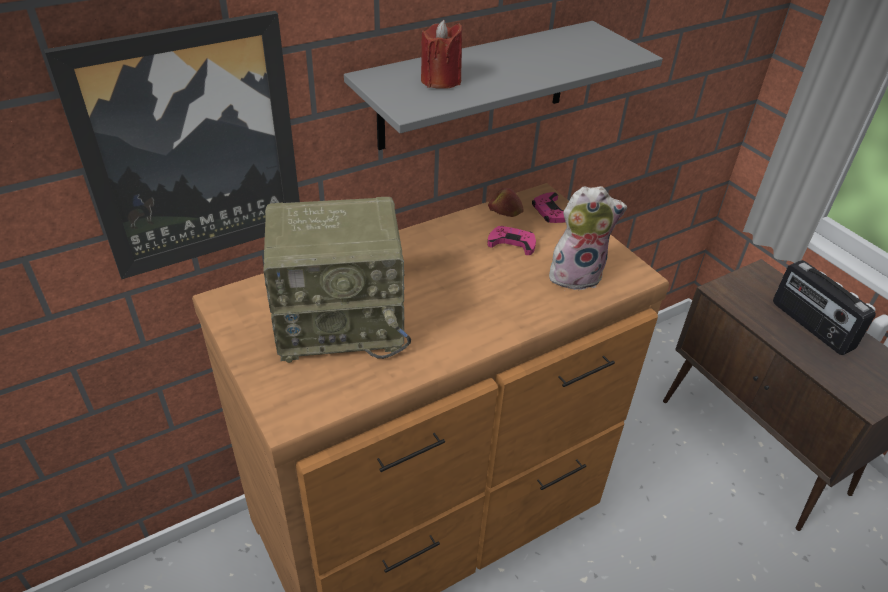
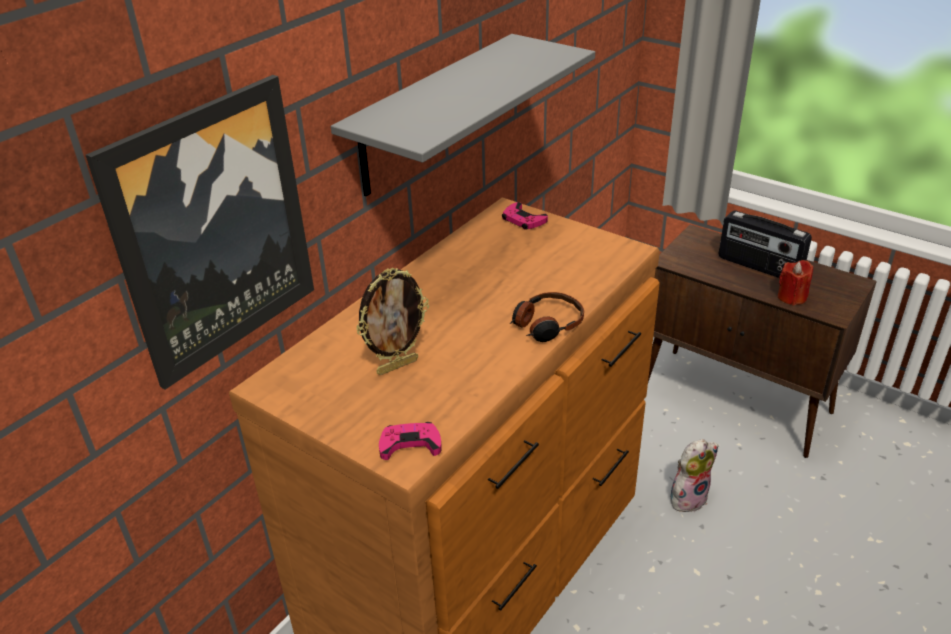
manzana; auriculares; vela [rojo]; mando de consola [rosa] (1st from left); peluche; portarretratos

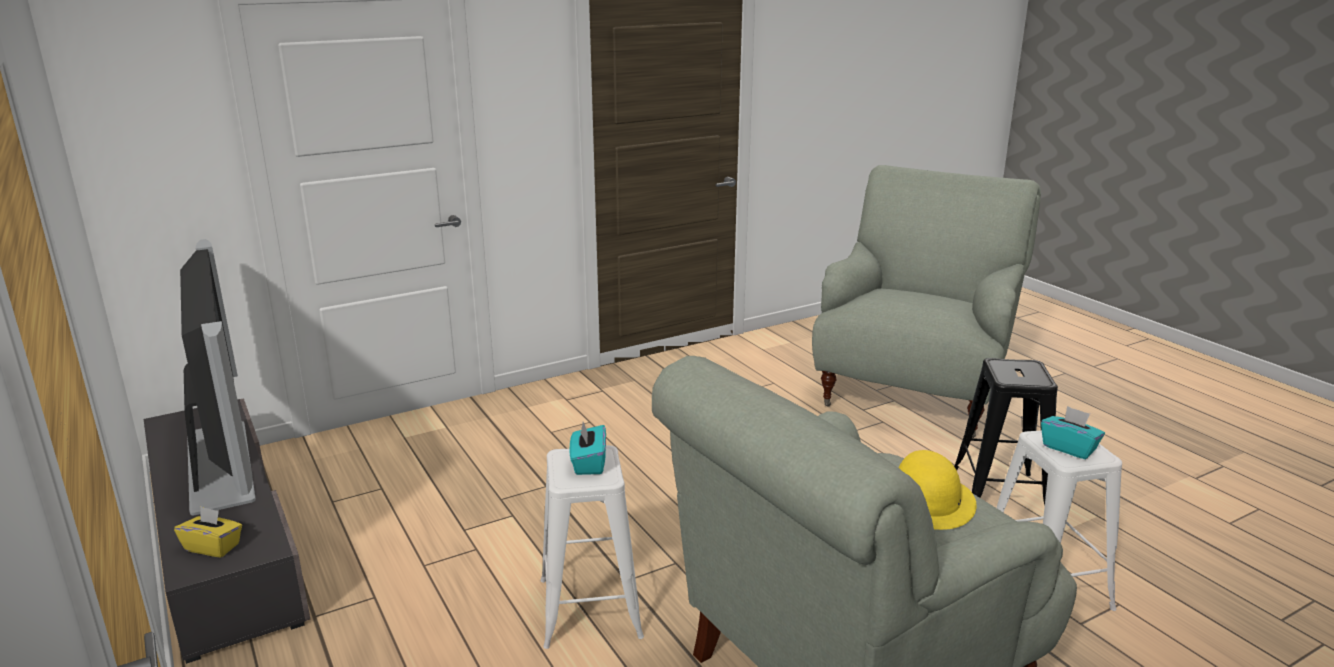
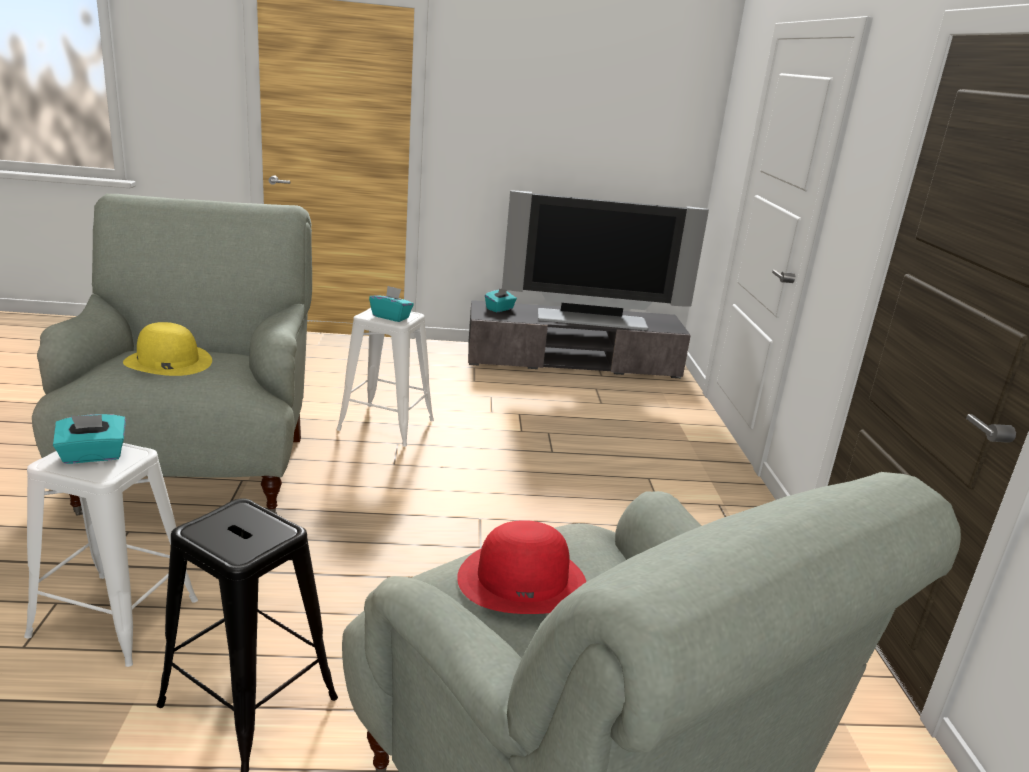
sombrero [rojo]; caja de pañuelos [turquesa] (3rd from left)

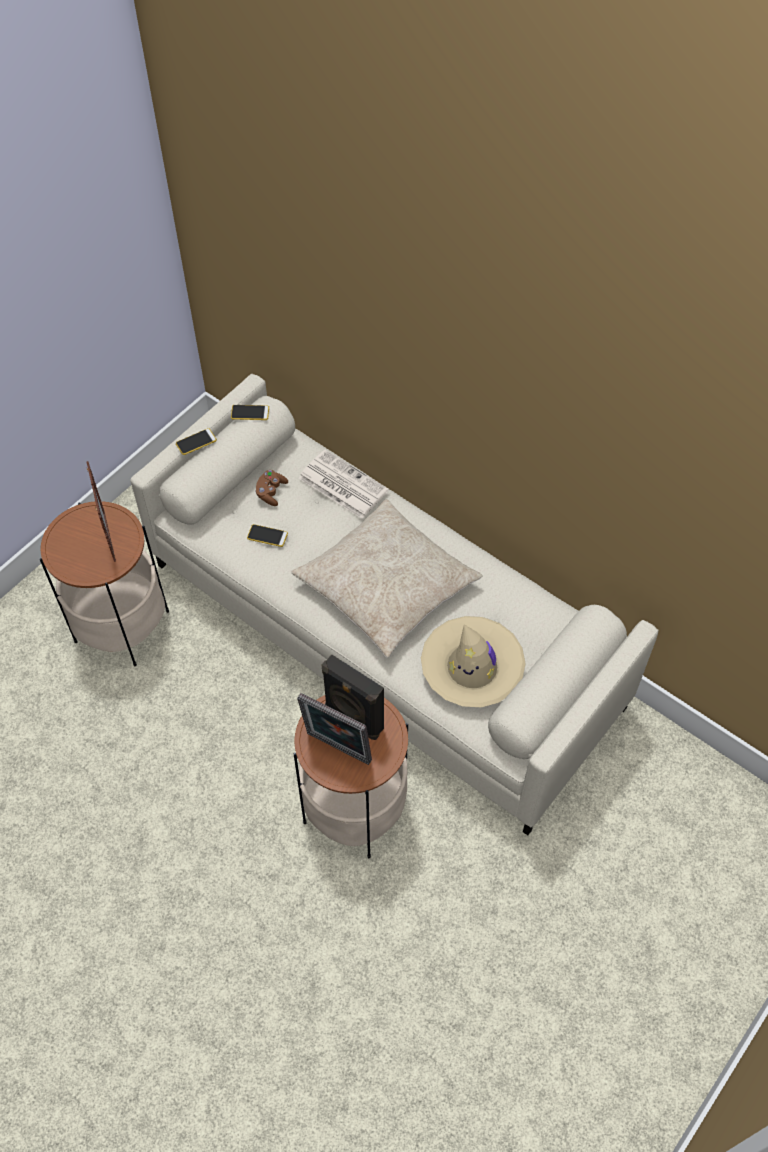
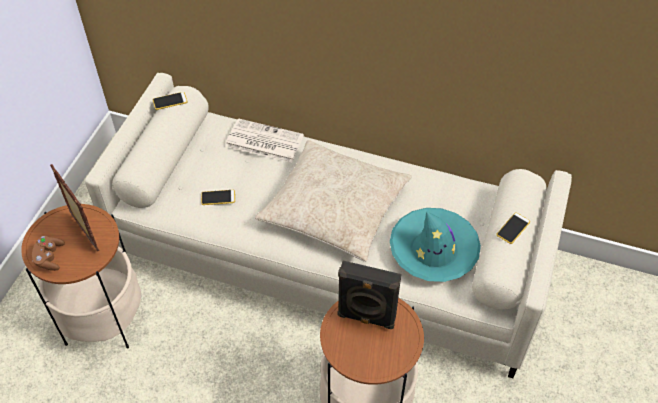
portarretratos (2nd from left in the first image); móvil (3rd from left); mando de consola [marrón]; sombrero [turquesa]

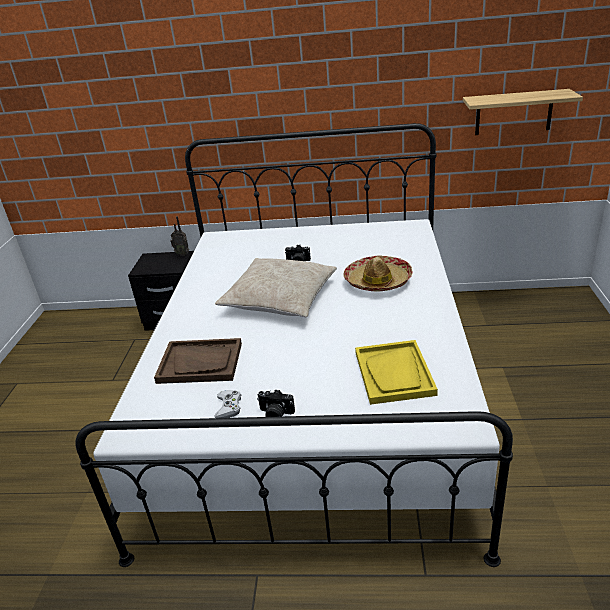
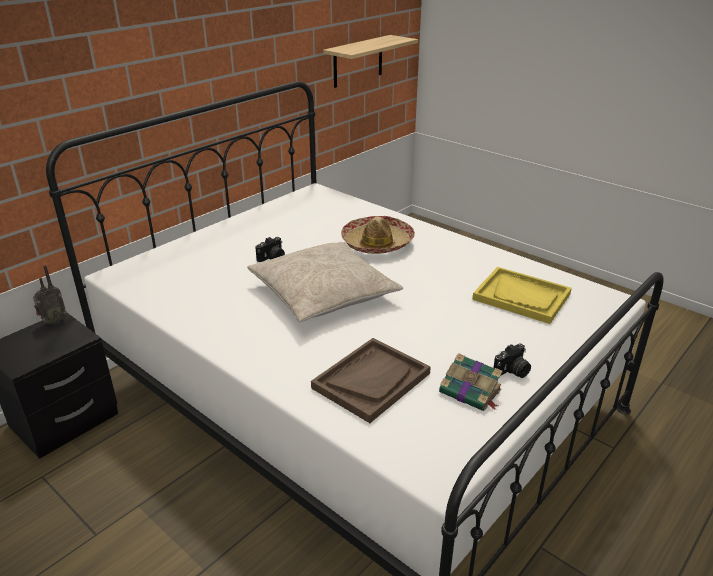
libro

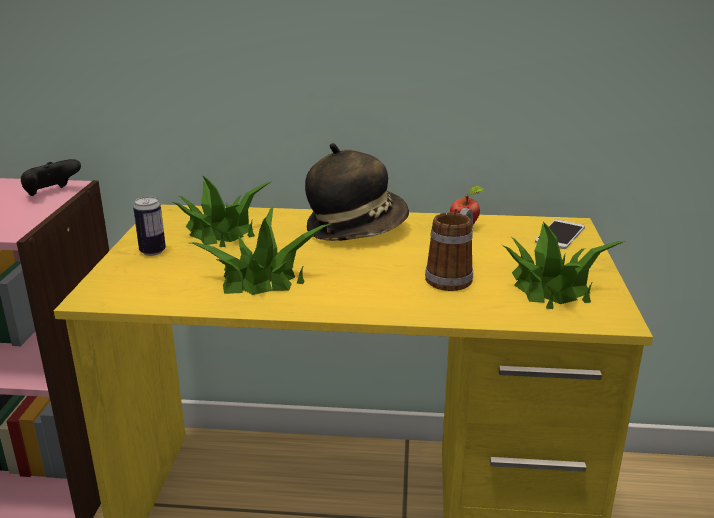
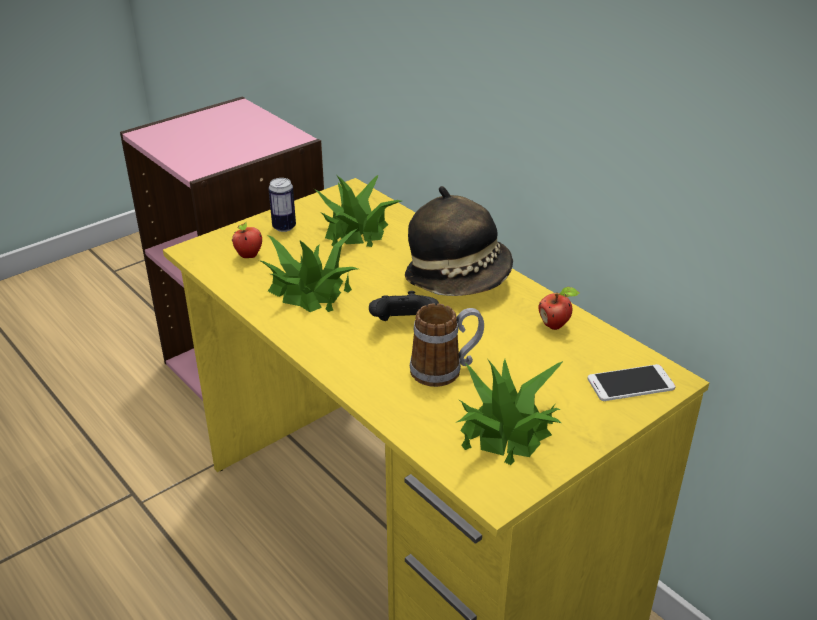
manzana (1st from left); mando de consola [negro]

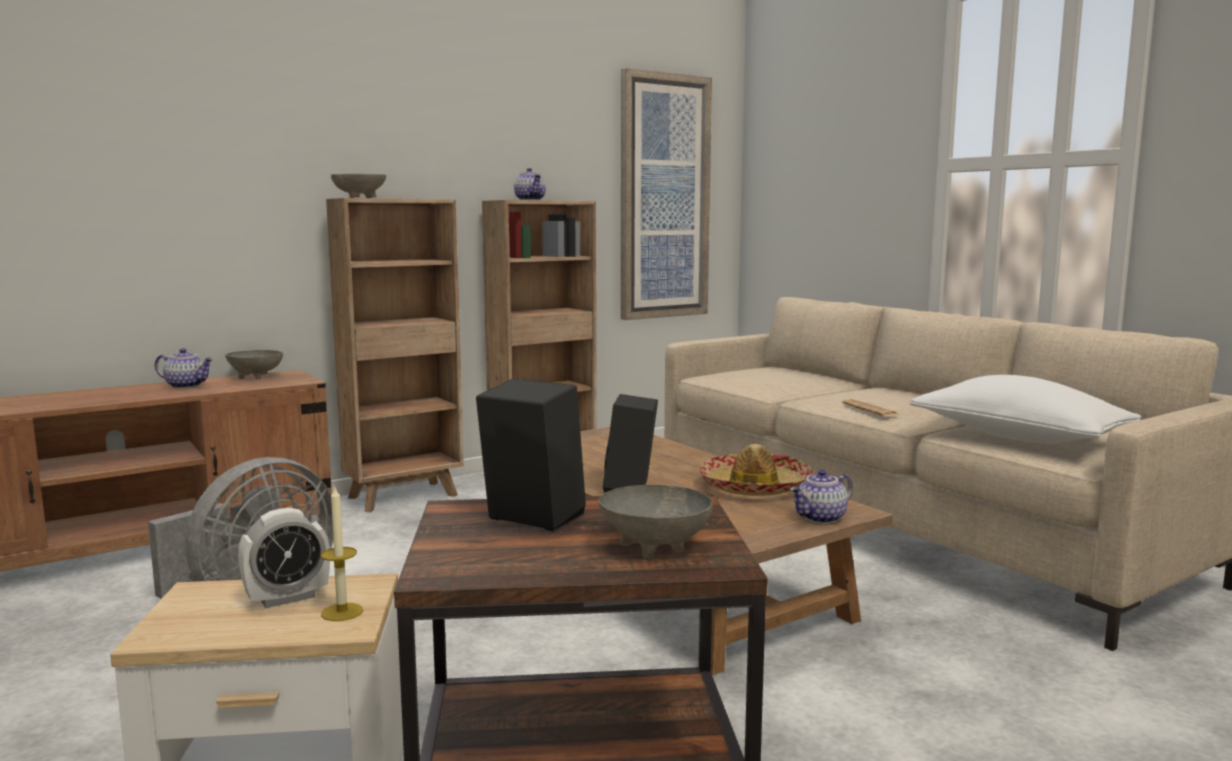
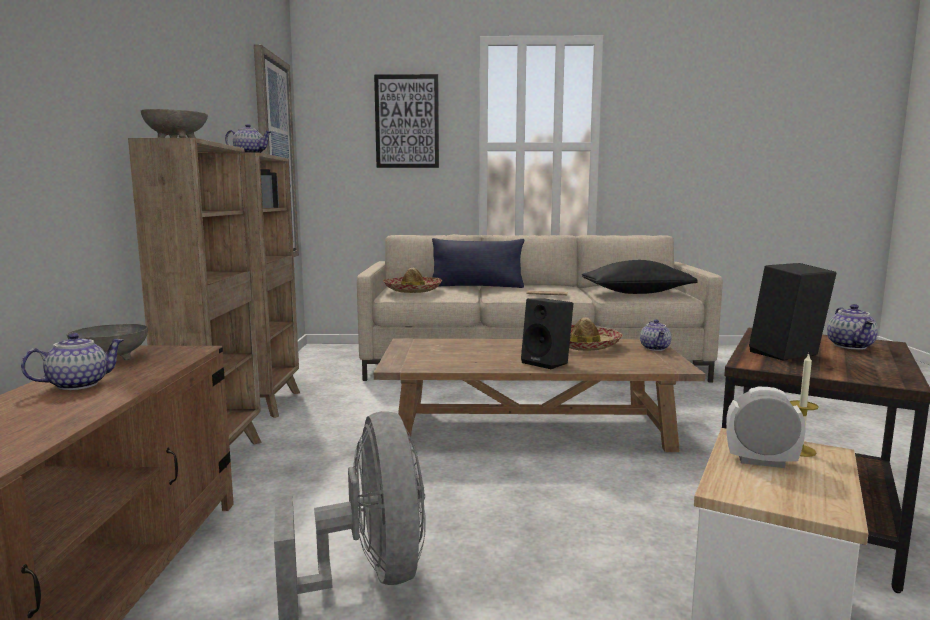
cuadro (2nd from left); sombrero (1st from left); cojín [azul]; tetera (4th from left); cojín [negro]; despertador

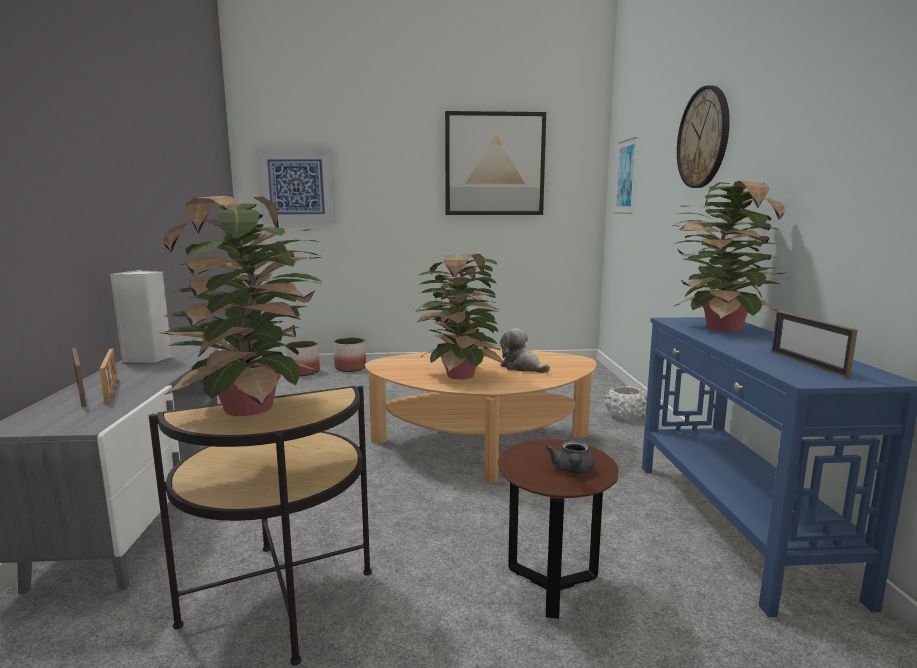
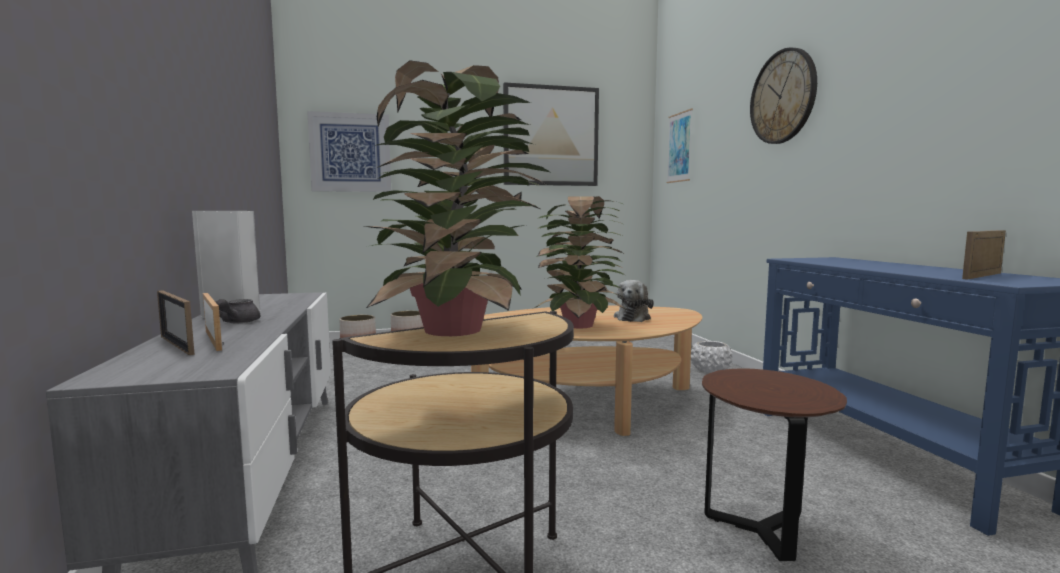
planta en maceta (3rd from left in the first image); tetera [gris]; peluche; portarretratos (3rd from left)

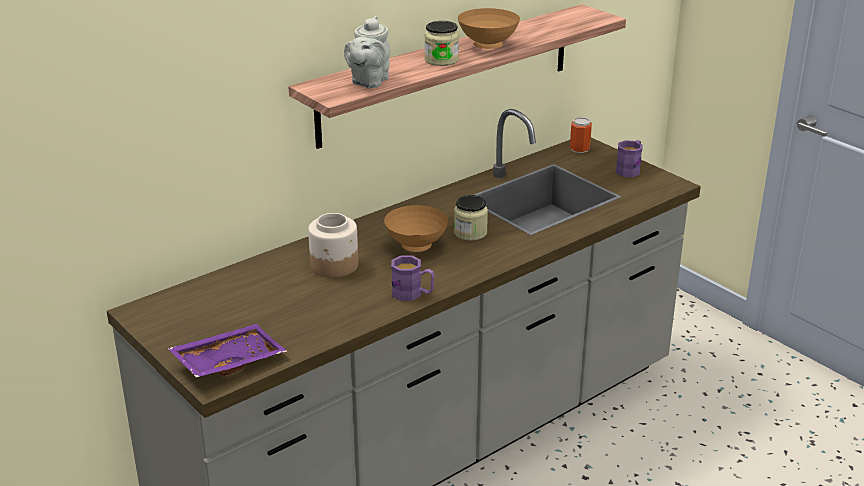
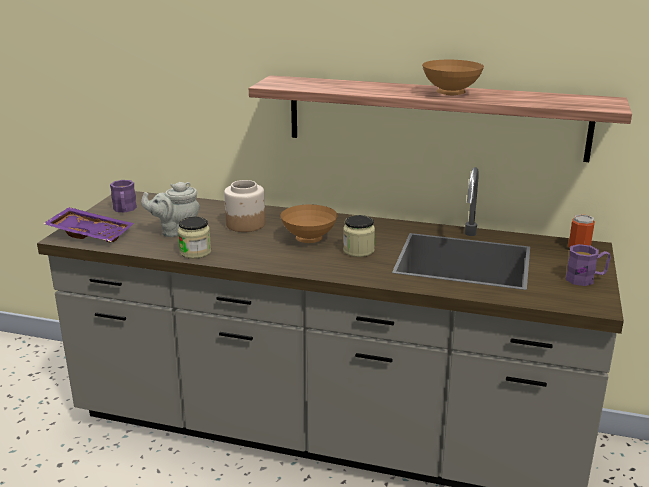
tetera [gris]; taza grande [morado] (1st from left); tarro (1st from left)

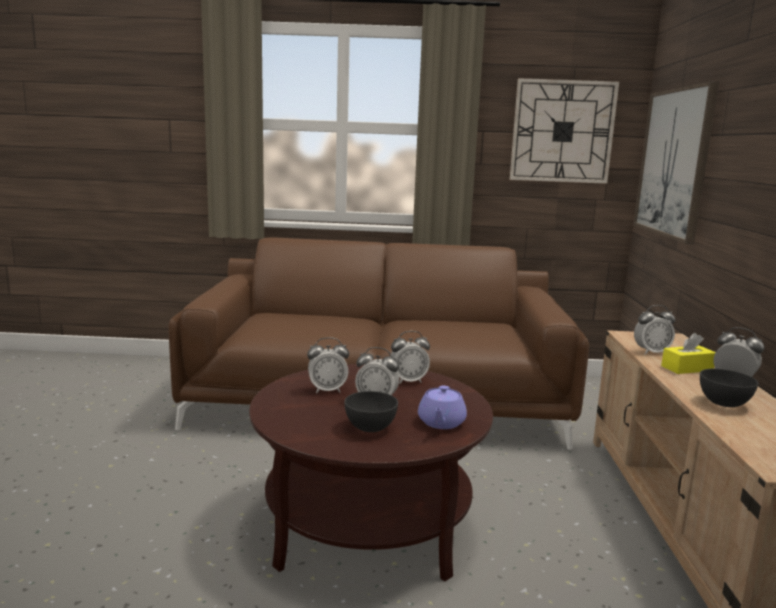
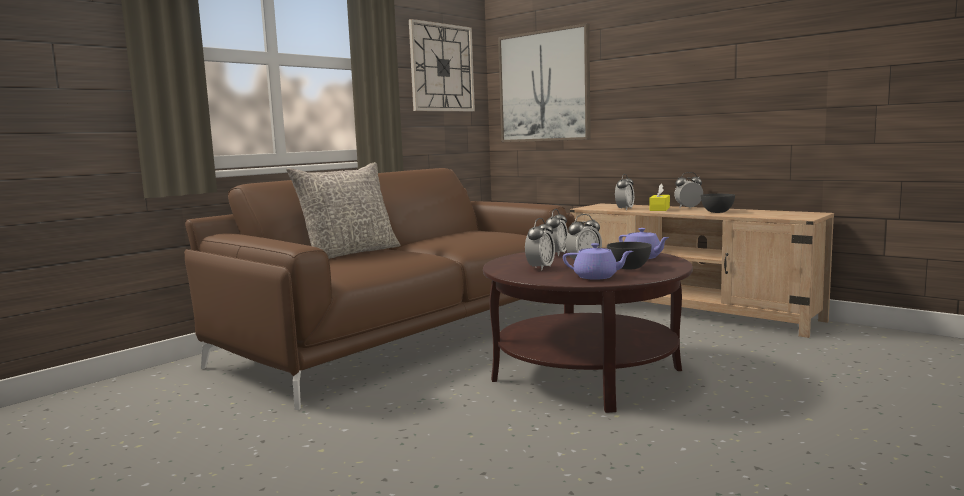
cojín [gris]; tetera [morado] (1st from left)

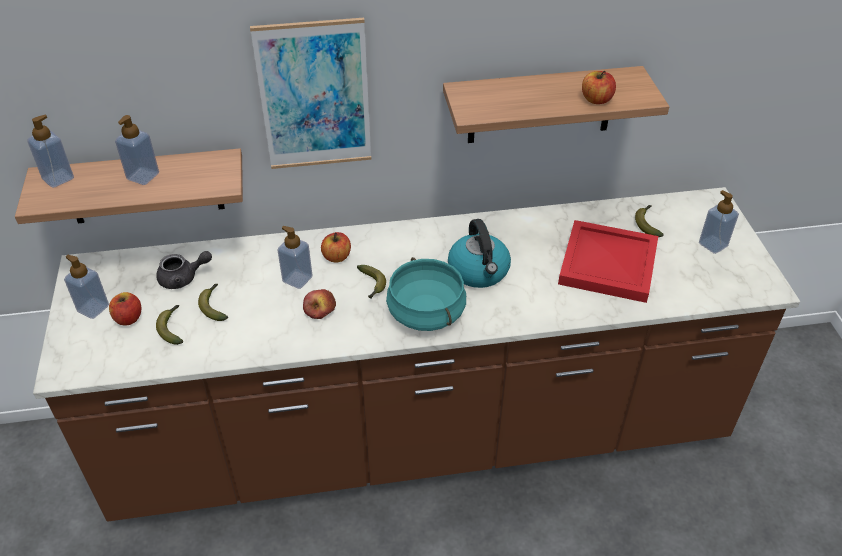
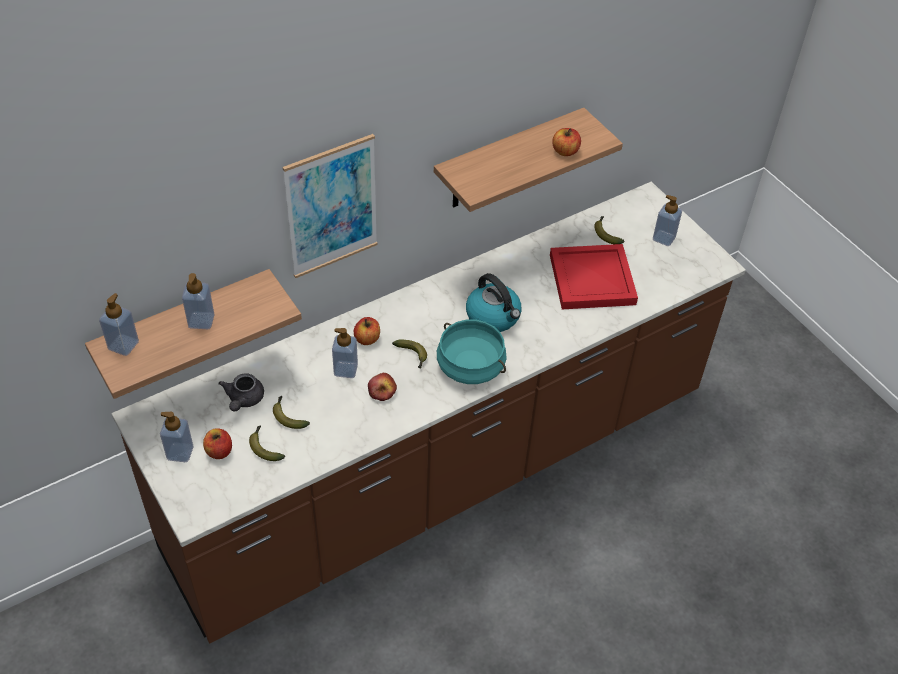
tetera [gris]

